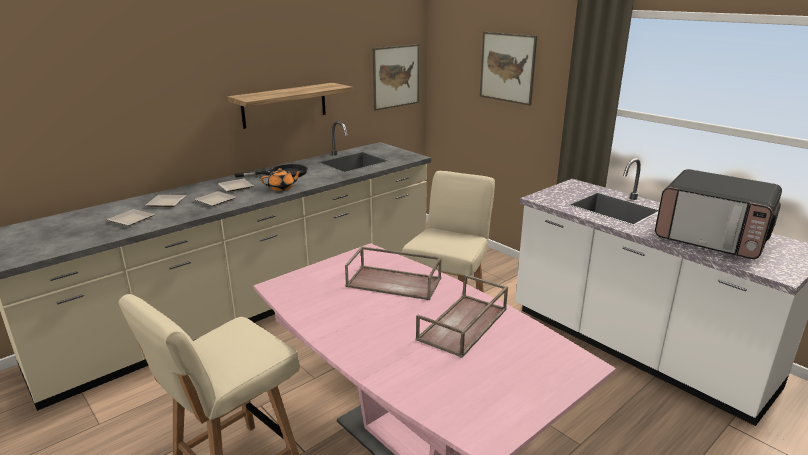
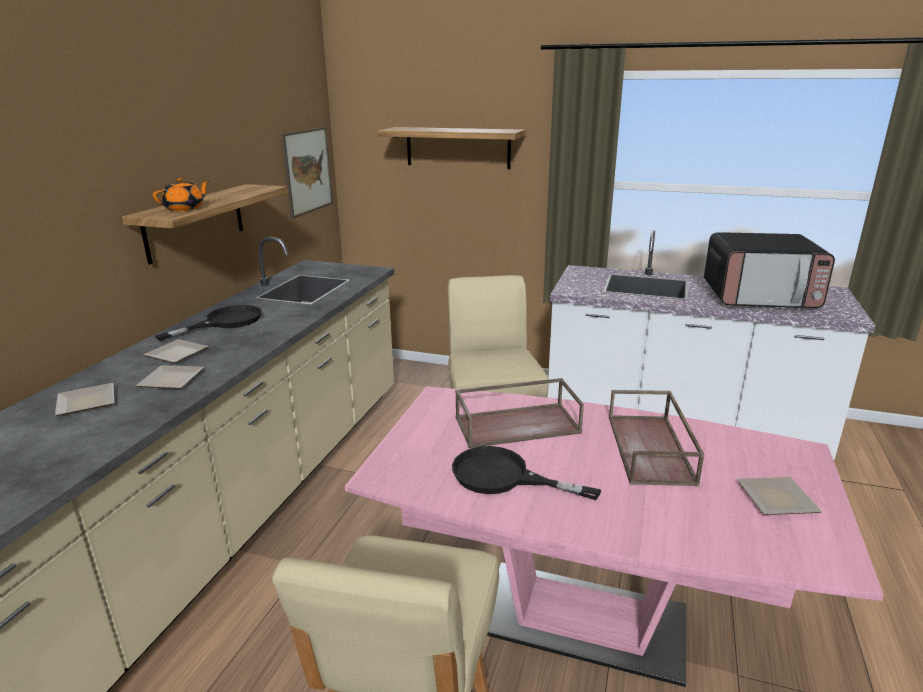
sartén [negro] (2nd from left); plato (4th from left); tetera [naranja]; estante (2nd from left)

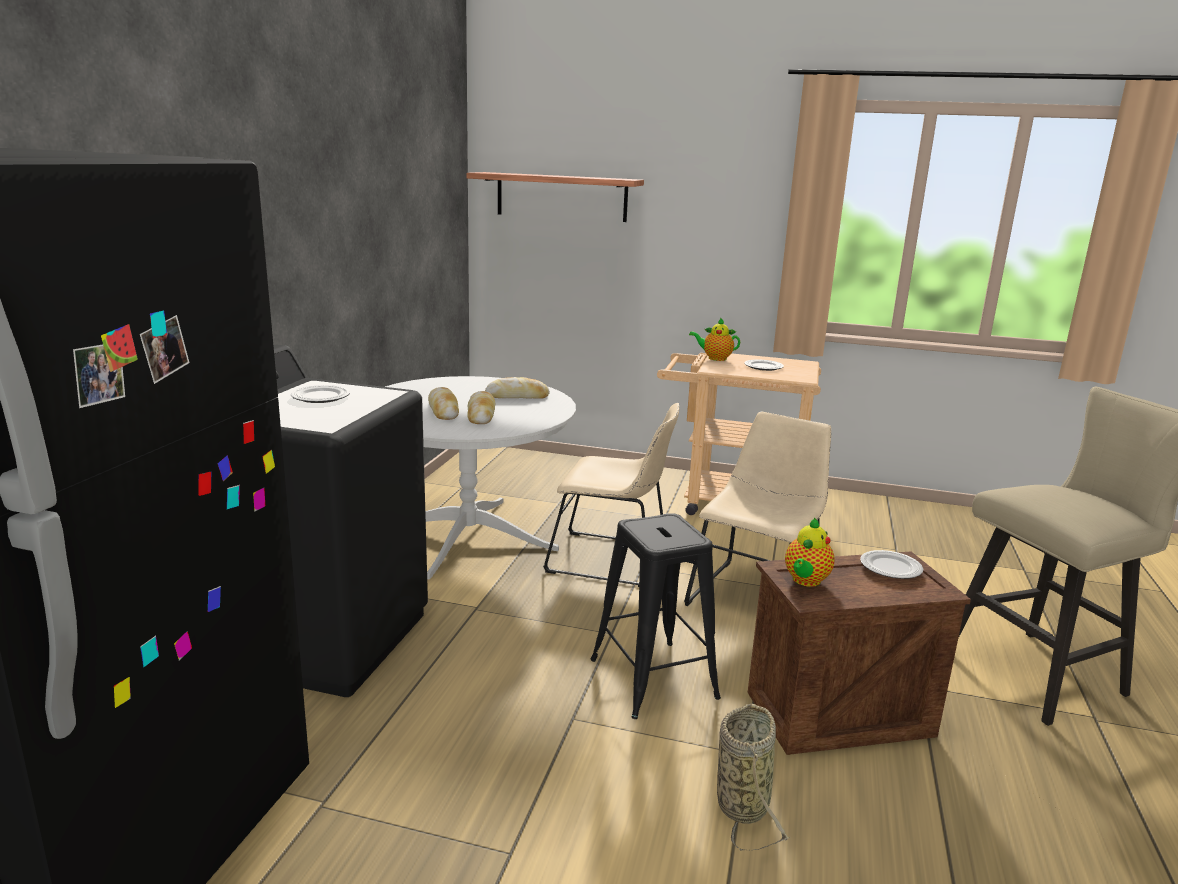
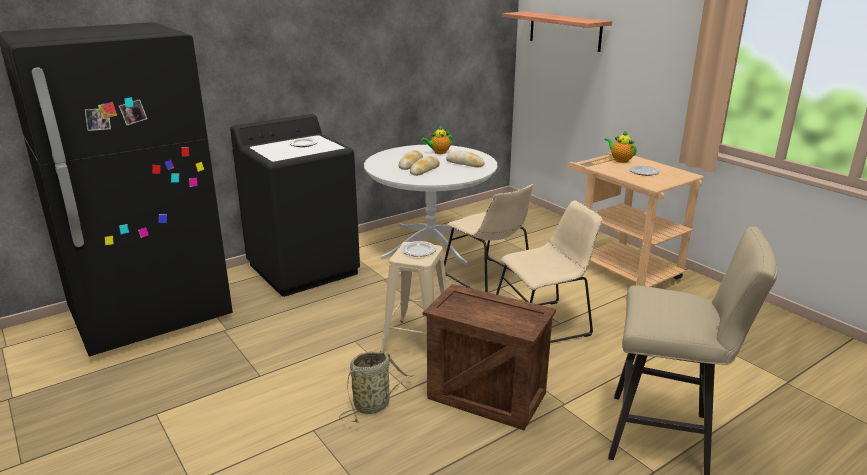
tetera (1st from left); plato (2nd from left); taburete [beis] (1st from left)

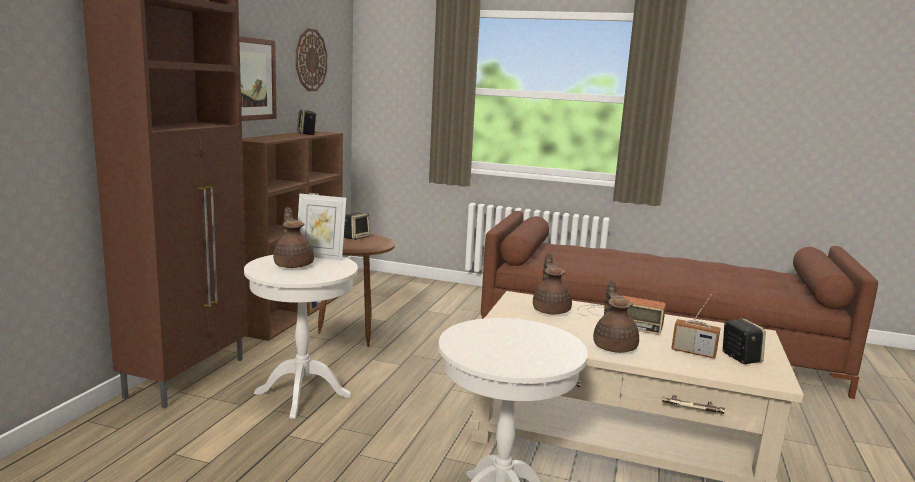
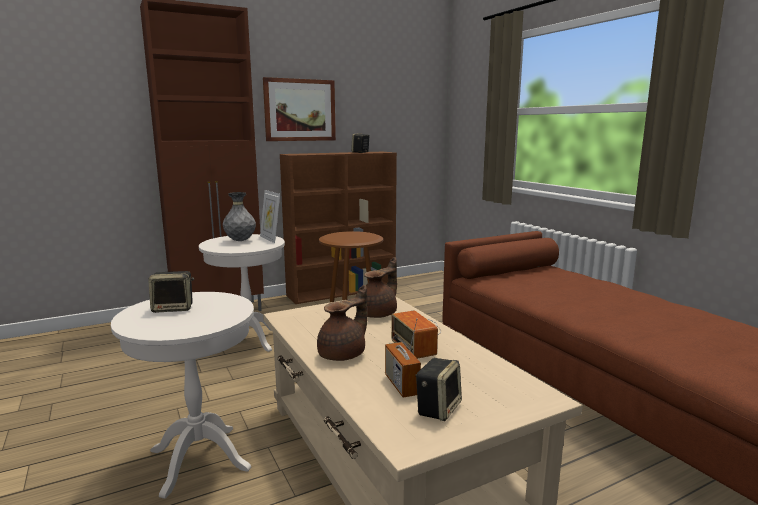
reloj de pared; altavoz (1st from left); florero [gris]

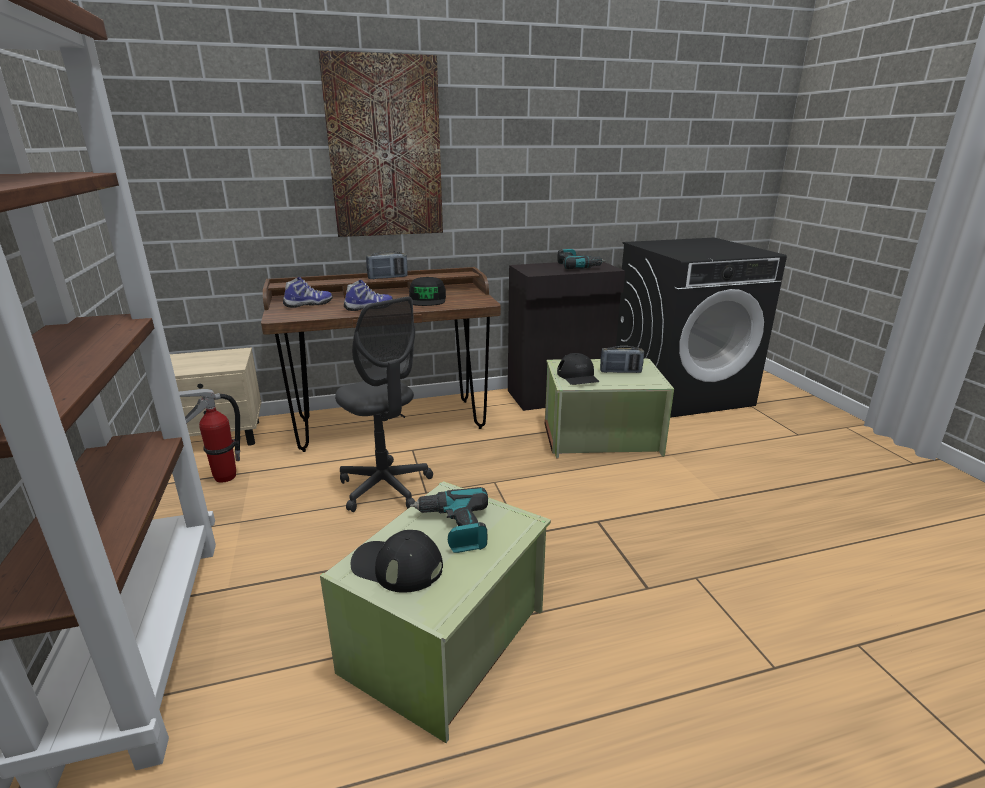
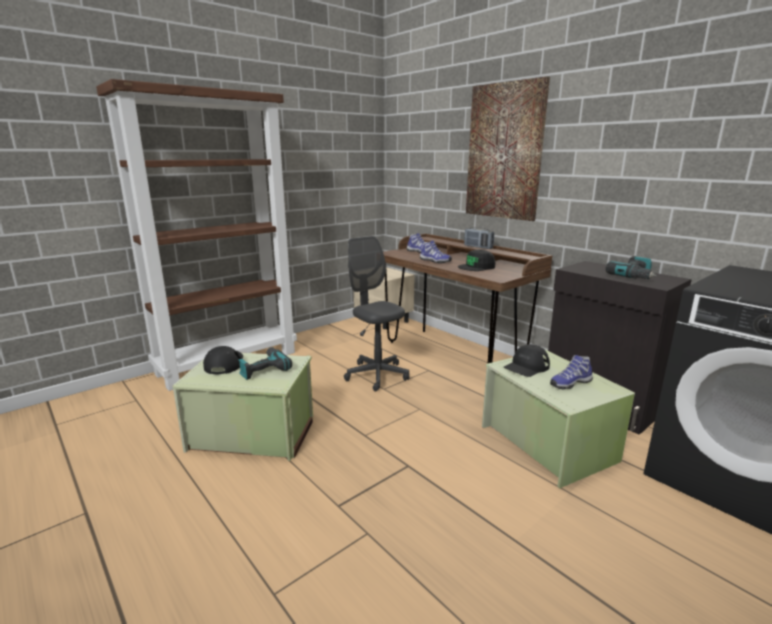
extintor; zapato (3rd from left); silla de oficina [gris]

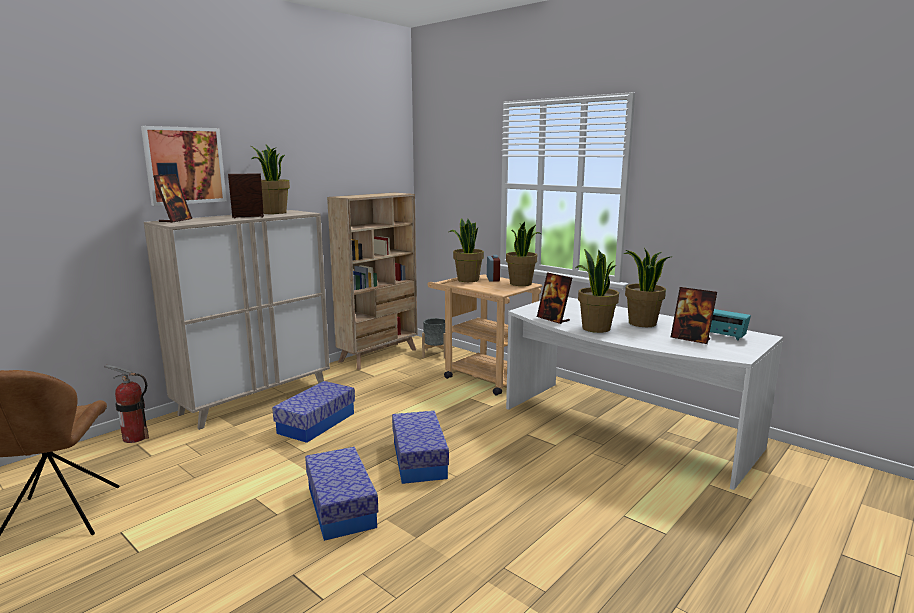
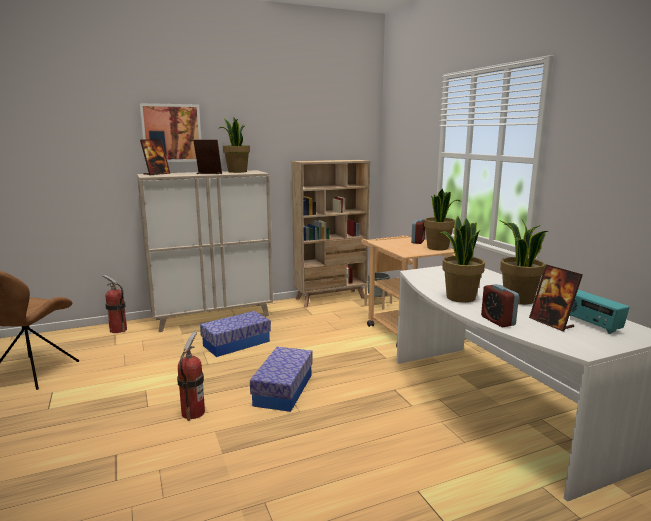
planta en maceta (2nd from left in the first image); portarretratos (3rd from left in the first image); despertador (2nd from left); extintor (2nd from left)

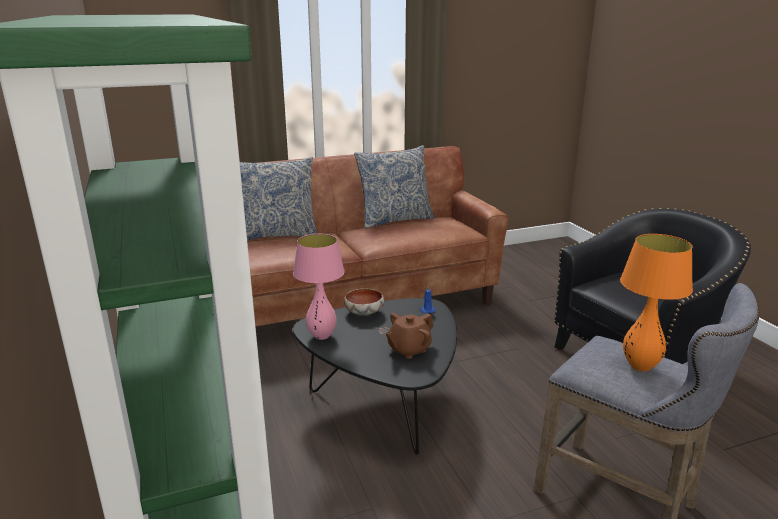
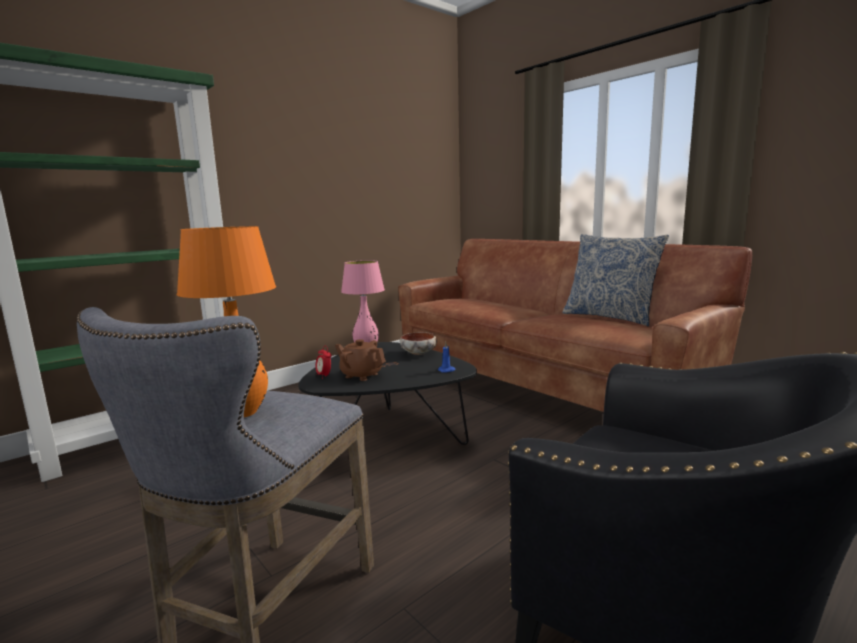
cojín (1st from left in the first image); despertador

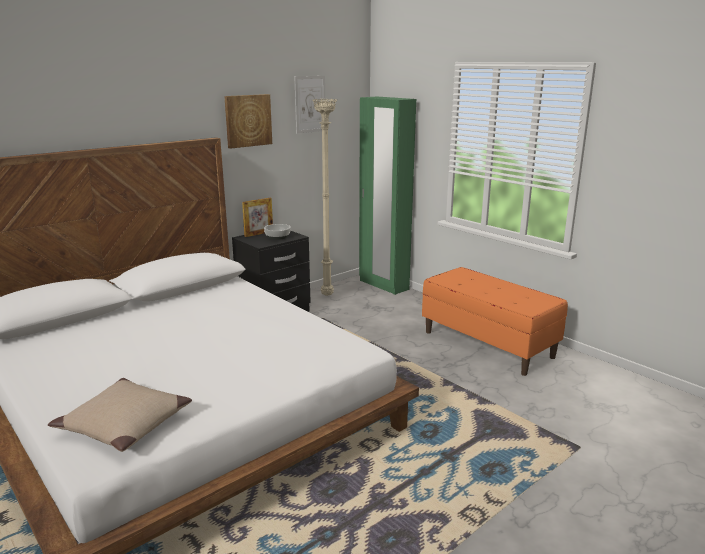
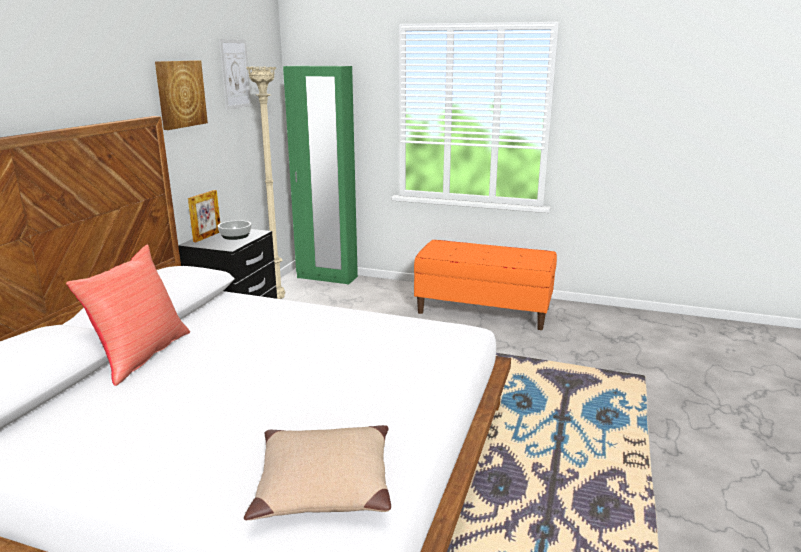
cojín [rojo]

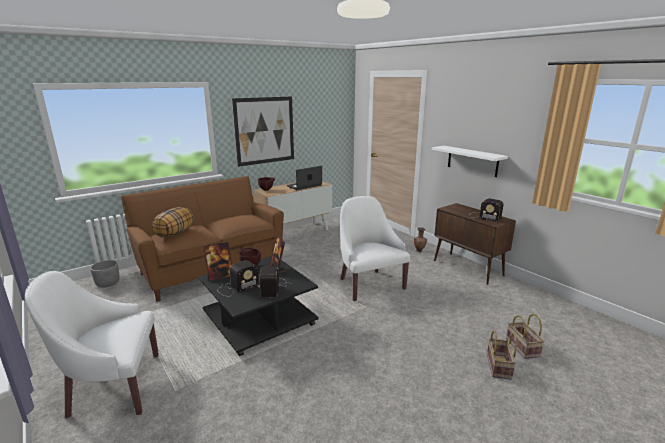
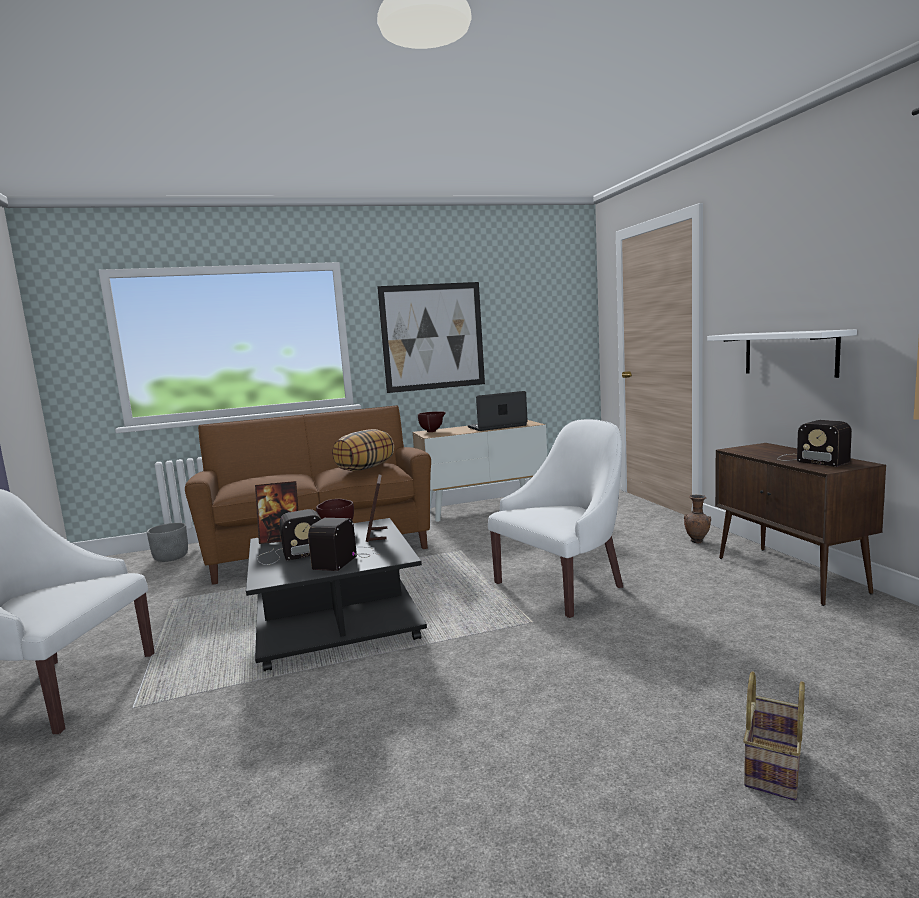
cesta (2nd from left in the first image); cojín; sillón [blanco] (2nd from left)

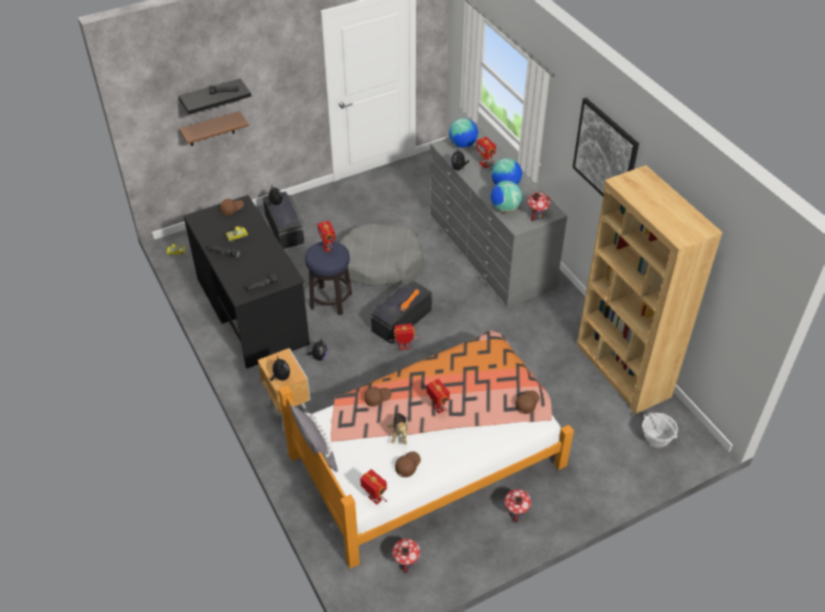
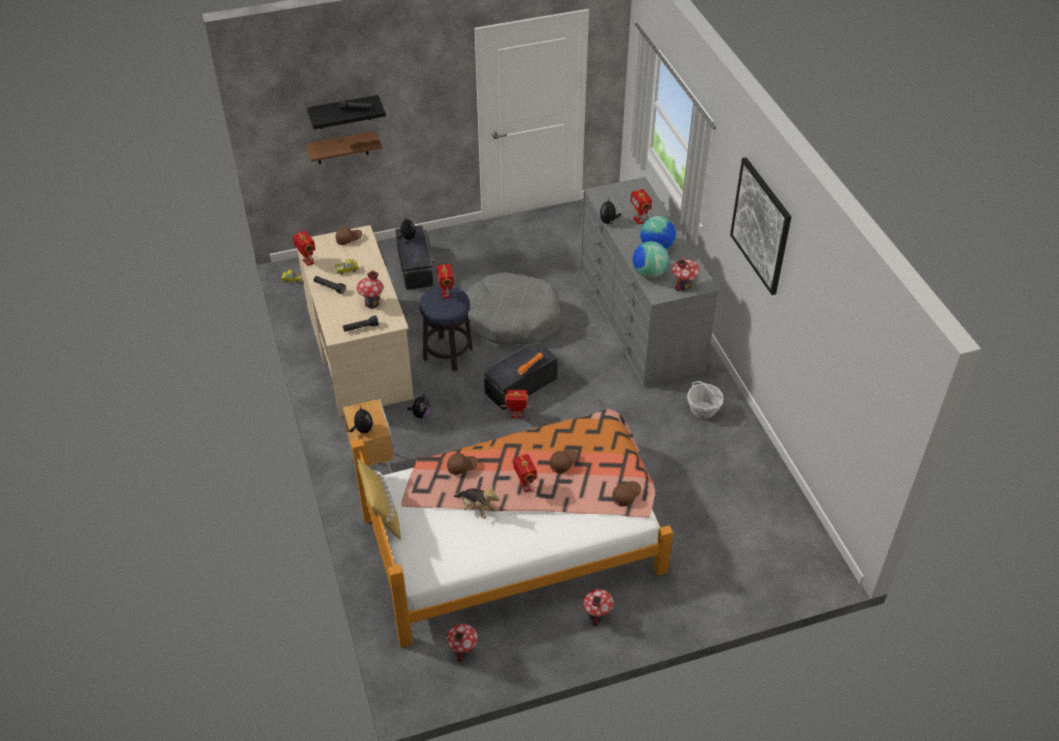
globo terráqueo (1st from left in the first image); estantería [marrón]; casita (1st from left); robot de juguete (1st from left); gorra [marrón] (3rd from left); cesta; escritorio [beis]; cojín [amarillo]; peluche (4th from left)

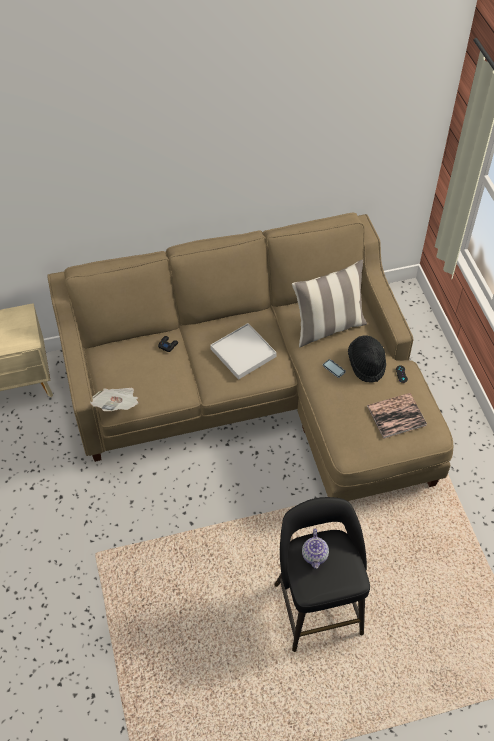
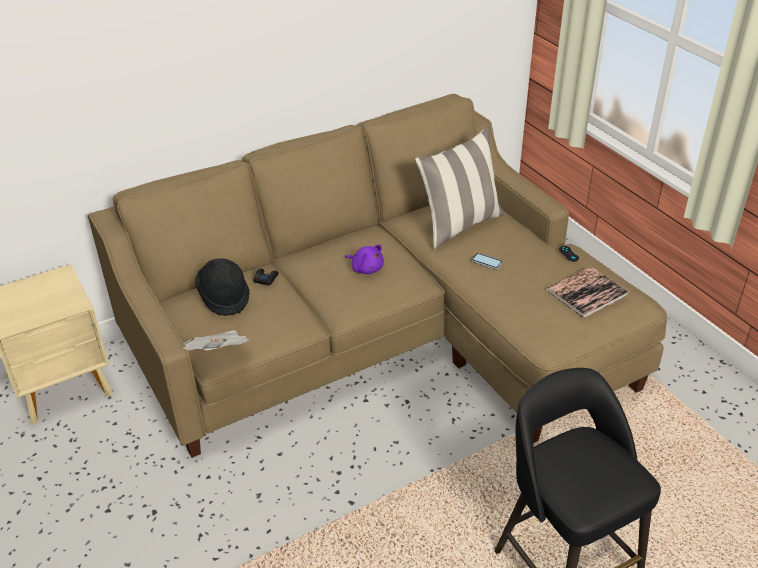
tetera; sombrero [negro]; peluche [morado]

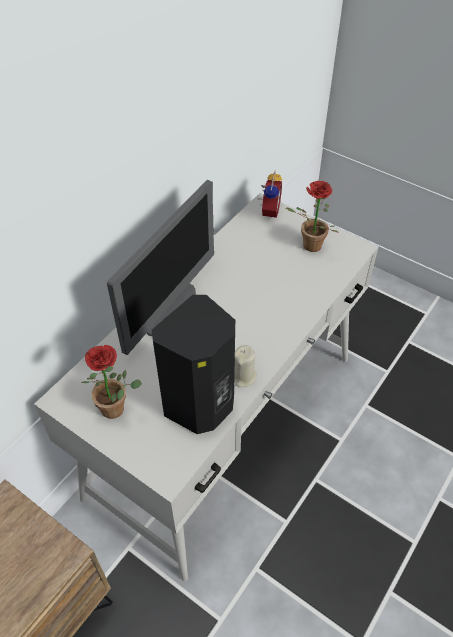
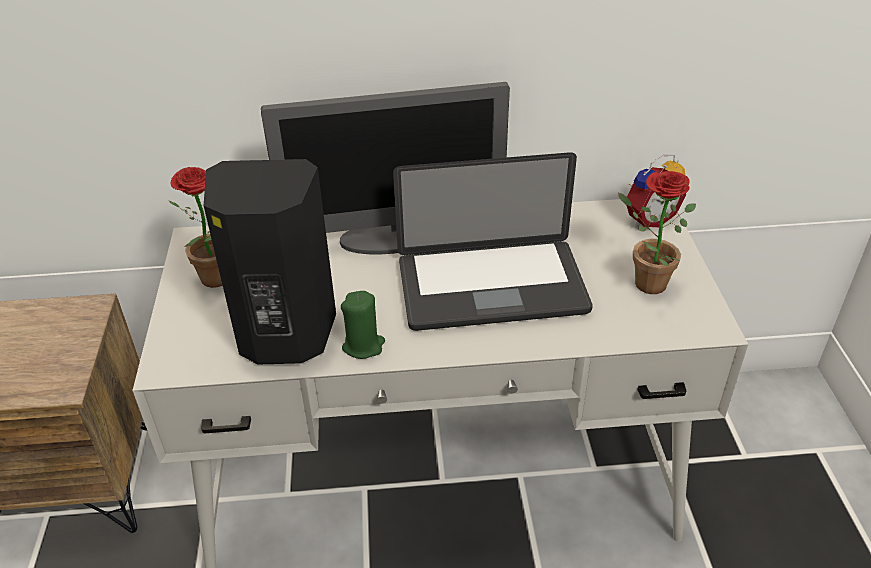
portátil; vela [verde]

